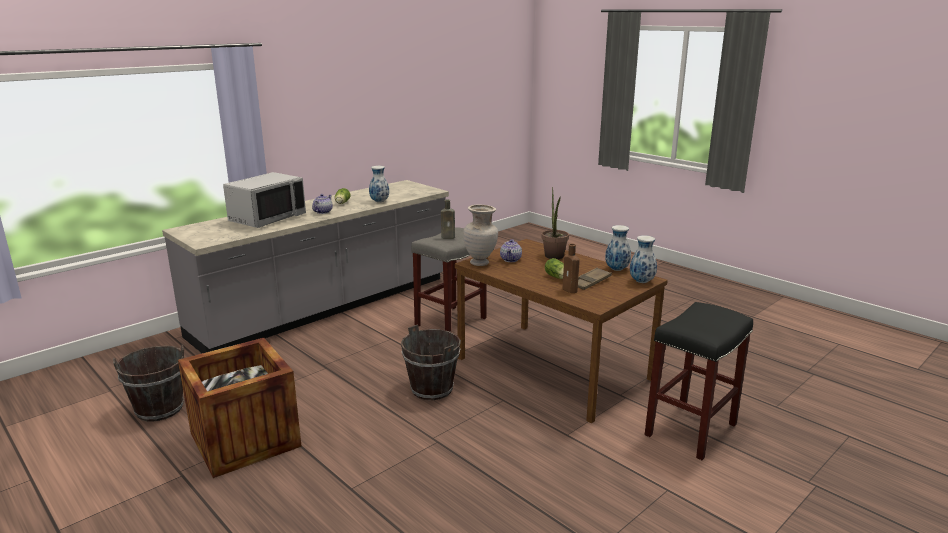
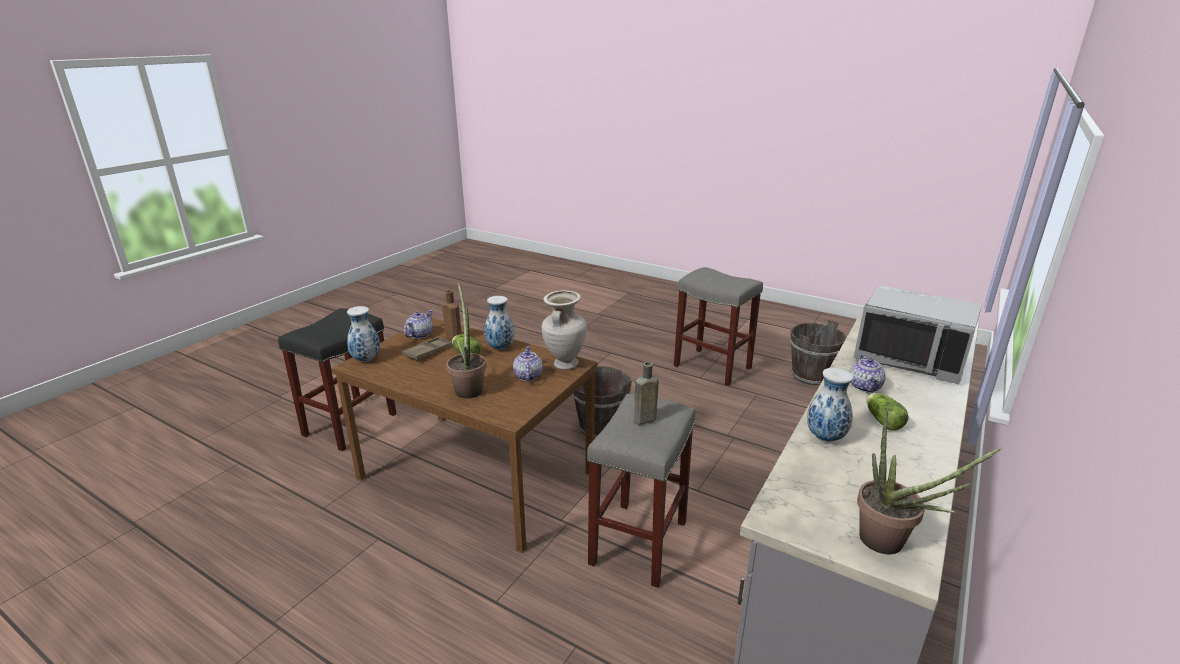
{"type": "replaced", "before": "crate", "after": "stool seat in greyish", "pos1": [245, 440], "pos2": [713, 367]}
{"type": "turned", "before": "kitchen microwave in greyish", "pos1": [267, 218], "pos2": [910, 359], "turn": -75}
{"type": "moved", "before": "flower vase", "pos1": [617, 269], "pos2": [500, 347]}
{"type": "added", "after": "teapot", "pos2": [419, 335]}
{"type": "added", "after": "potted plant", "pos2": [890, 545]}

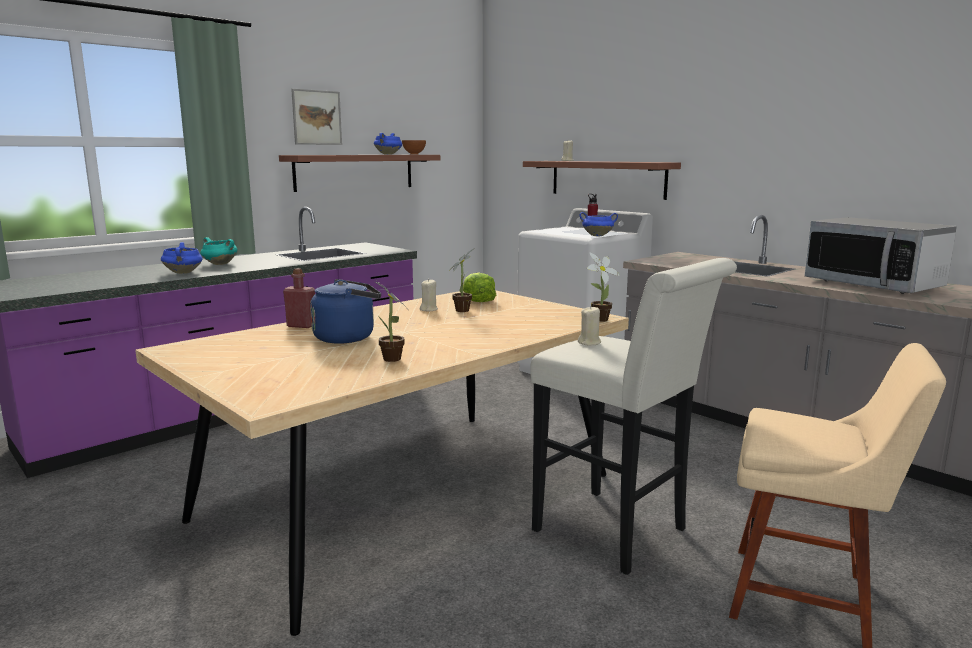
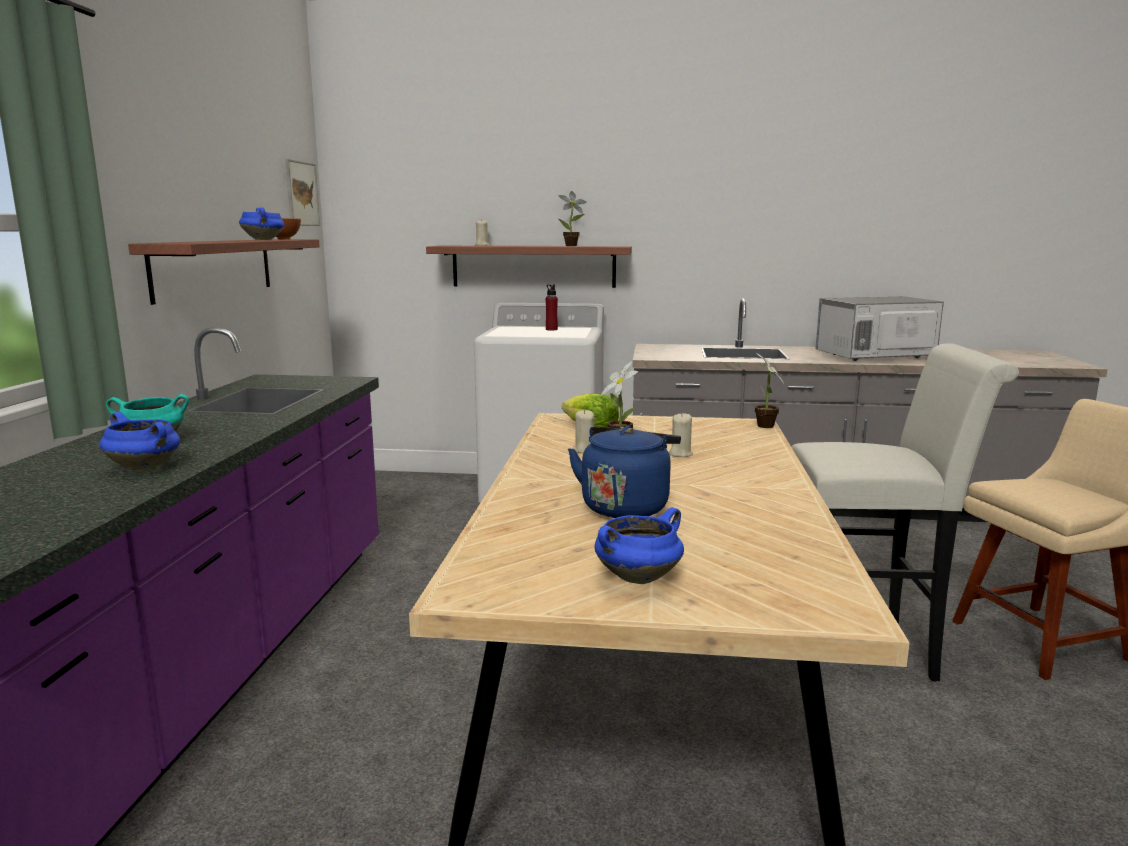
{"type": "removed", "before": "drink bottle in red", "pos1": [301, 325]}
{"type": "moved", "before": "wall art", "pos1": [317, 117], "pos2": [302, 194]}
{"type": "moved", "before": "potted plant", "pos1": [392, 360], "pos2": [572, 246]}
{"type": "moved", "before": "wax light in sand-coloured", "pos1": [589, 343], "pos2": [680, 454]}
{"type": "moved", "before": "stockpot in blue-coloured", "pos1": [598, 236], "pos2": [638, 577]}
{"type": "turned", "before": "kitchen microwave", "pos1": [873, 285], "pos2": [874, 356], "turn": 150}

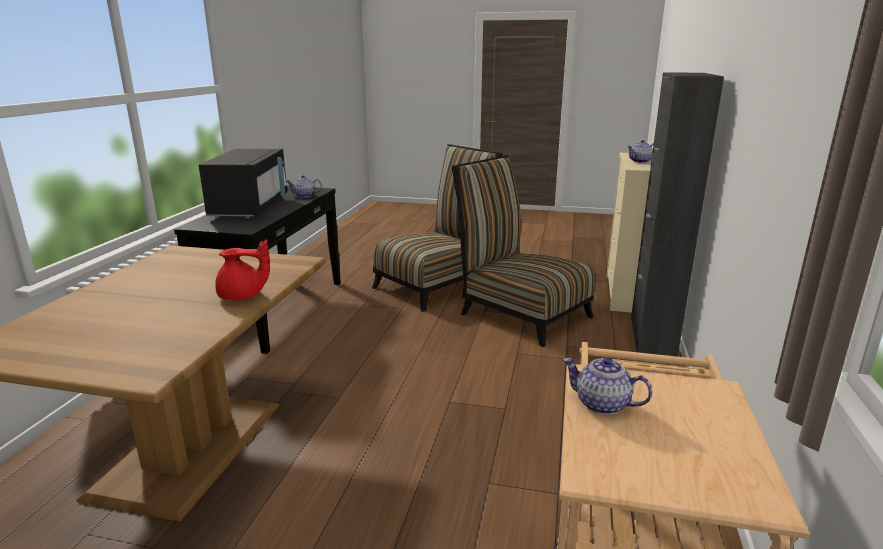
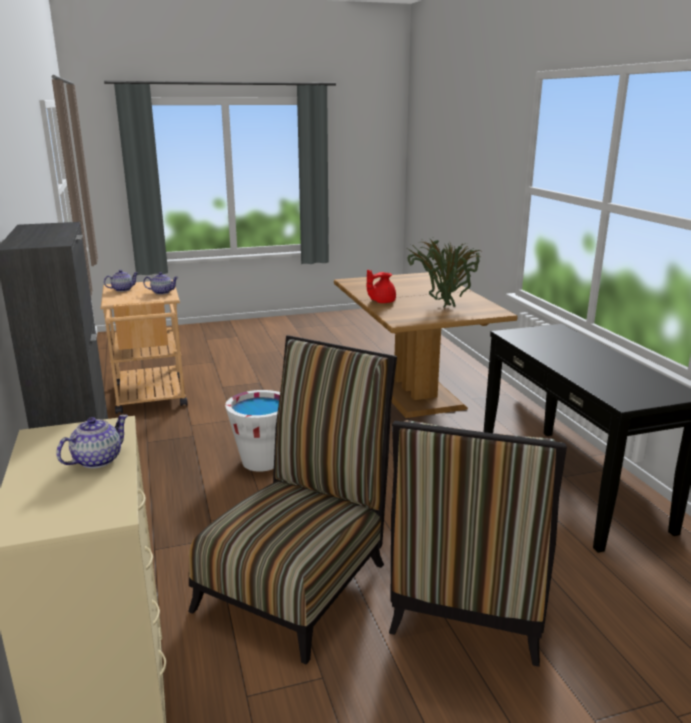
{"type": "removed", "before": "kitchen microwave in black", "pos1": [250, 208]}
{"type": "moved", "before": "teapot", "pos1": [304, 195], "pos2": [122, 289]}
{"type": "turned", "before": "chair", "pos1": [519, 313], "pos2": [298, 578], "turn": -75}
{"type": "added", "after": "bucket in whitish", "pos2": [261, 461]}
{"type": "added", "after": "potted plant", "pos2": [444, 306]}

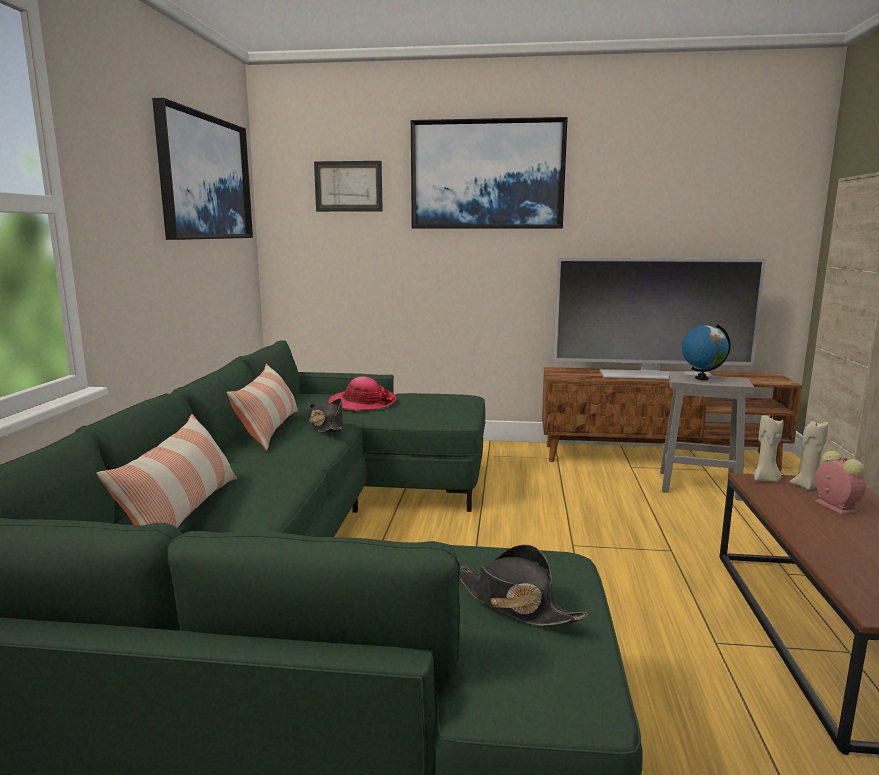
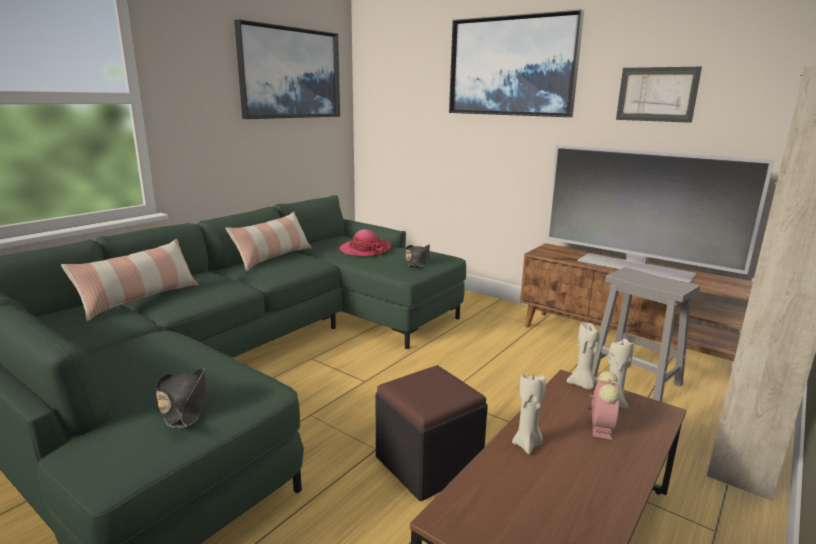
{"type": "moved", "before": "wearable hat in black", "pos1": [326, 426], "pos2": [417, 262]}
{"type": "moved", "before": "wall art", "pos1": [348, 186], "pos2": [657, 94]}
{"type": "removed", "before": "globe", "pos1": [701, 378]}
{"type": "added", "after": "ottoman in black", "pos2": [428, 463]}
{"type": "added", "after": "wax light in sand-coloured", "pos2": [527, 444]}

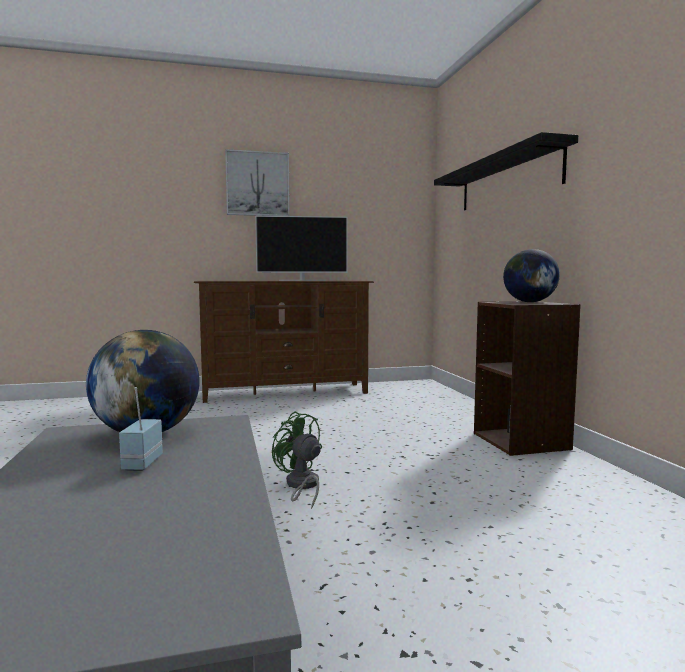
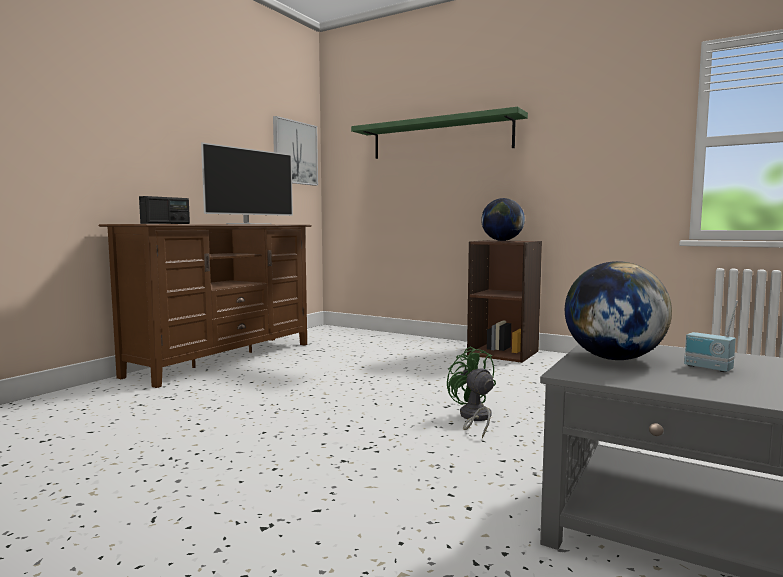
{"type": "moved", "before": "wall art", "pos1": [257, 184], "pos2": [295, 152]}
{"type": "turned", "before": "fan in greenish", "pos1": [301, 486], "pos2": [474, 418], "turn": 60}
{"type": "recoloured", "before": "bracket shelf in black", "after": "bracket shelf in greenish", "pos1": [507, 181], "pos2": [440, 138]}
{"type": "added", "after": "radio set", "pos2": [166, 223]}

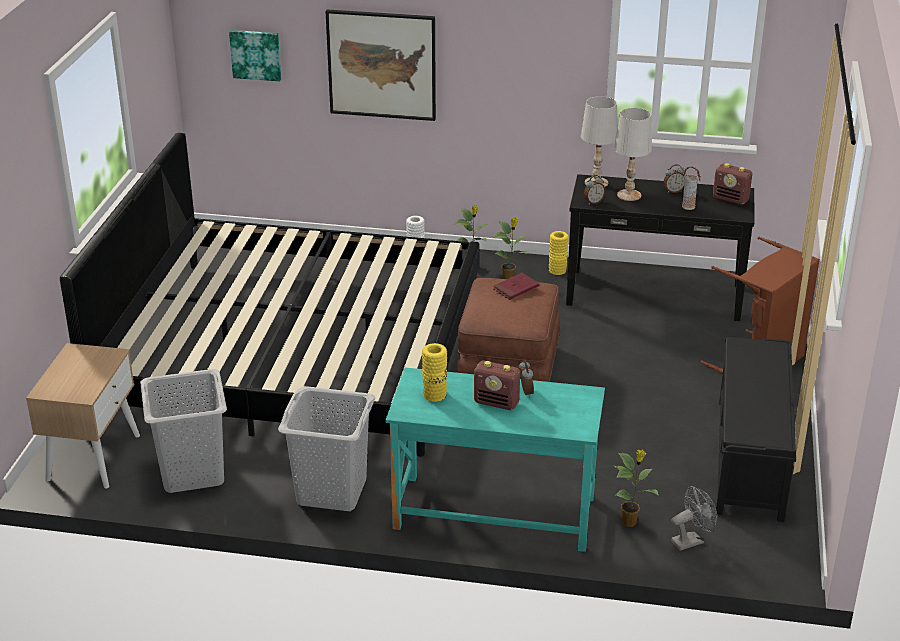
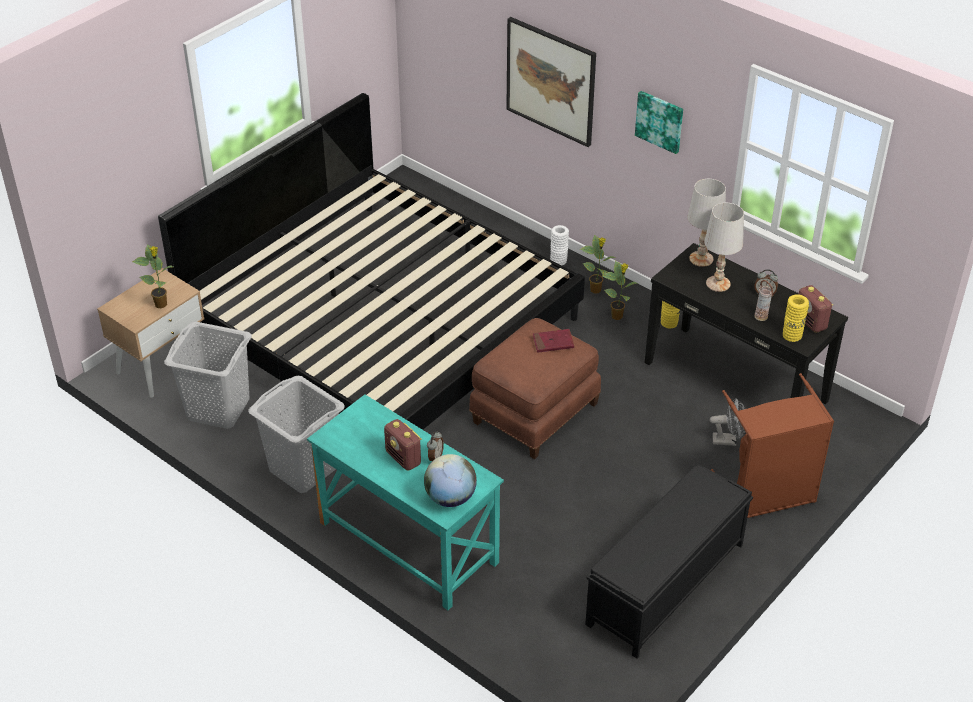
{"type": "moved", "before": "wall art", "pos1": [256, 54], "pos2": [660, 121]}
{"type": "moved", "before": "flower vase in yellow-coloured", "pos1": [434, 395], "pos2": [792, 335]}
{"type": "removed", "before": "bedside clock", "pos1": [593, 202]}
{"type": "moved", "before": "potted plant", "pos1": [630, 522], "pos2": [161, 304]}
{"type": "moved", "before": "fan in greyish", "pos1": [691, 540], "pos2": [728, 440]}
{"type": "added", "after": "globe", "pos2": [450, 498]}

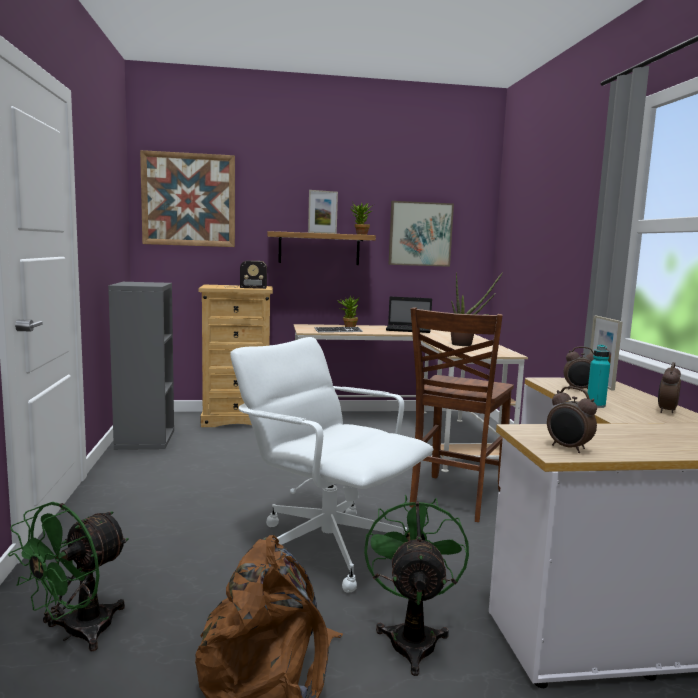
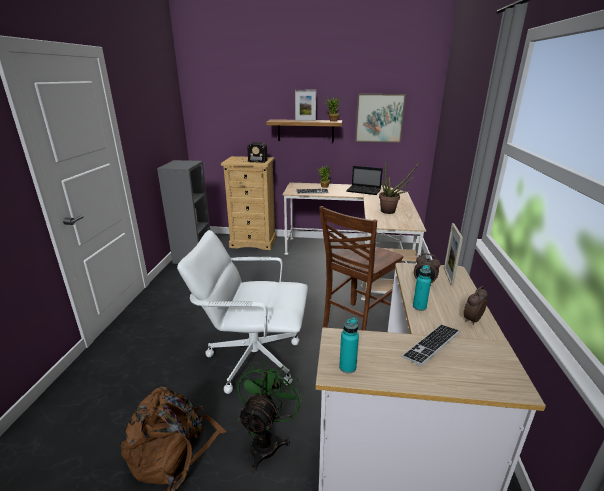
{"type": "removed", "before": "fan in greenish", "pos1": [76, 633]}
{"type": "removed", "before": "wall art", "pos1": [188, 200]}
{"type": "turned", "before": "office chair in whitish", "pos1": [326, 547], "pos2": [253, 358], "turn": -45}
{"type": "replaced", "before": "bedside clock", "after": "drink bottle in blue-green", "pos1": [568, 448], "pos2": [347, 367]}
{"type": "added", "after": "PC keyboard", "pos2": [431, 345]}

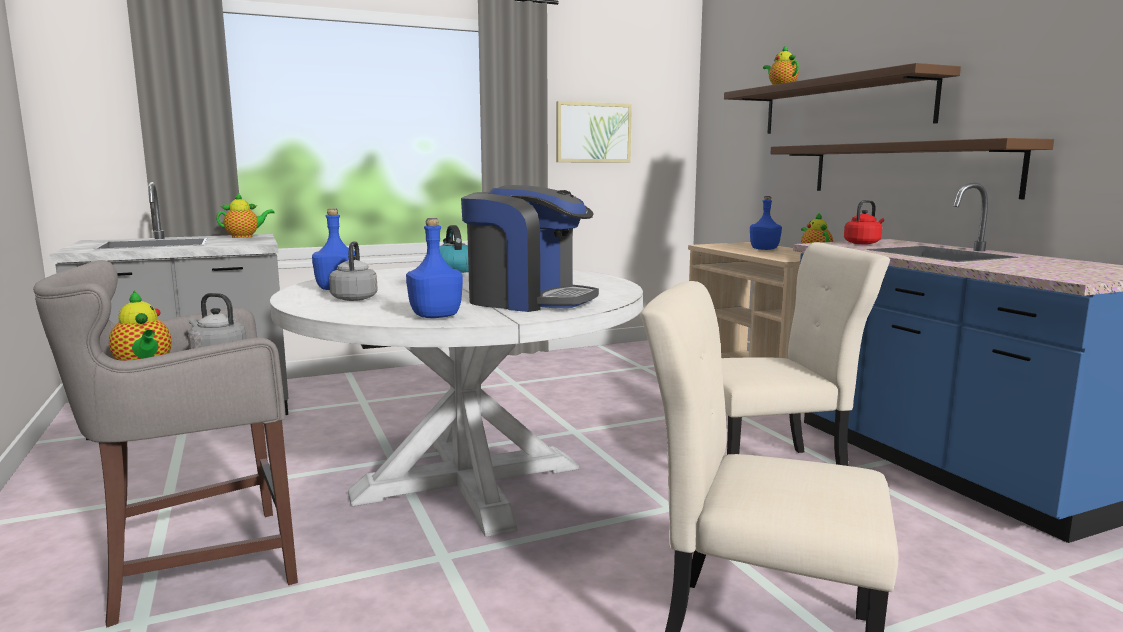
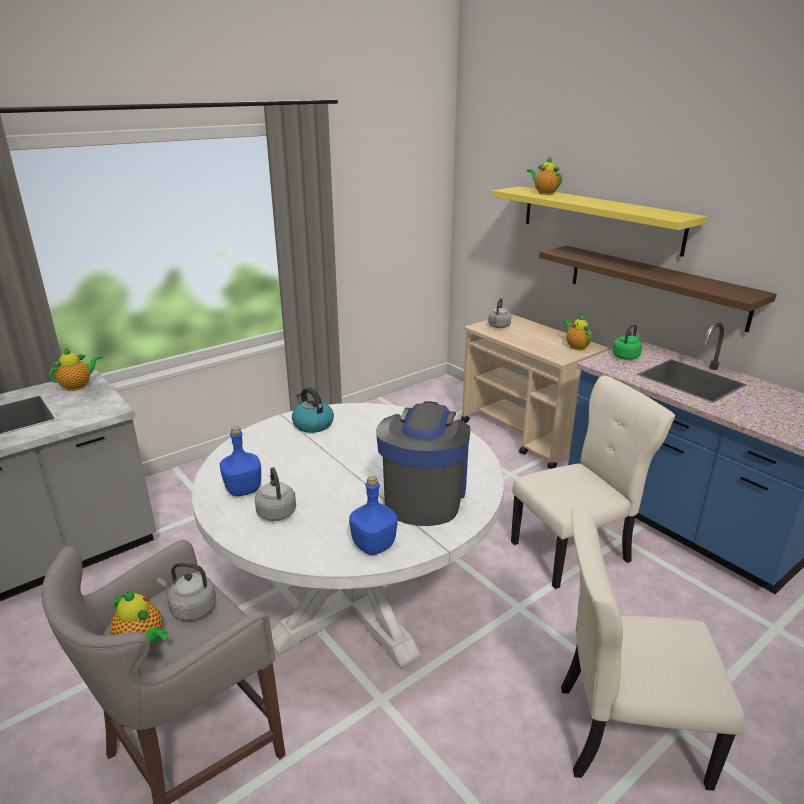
{"type": "turned", "before": "coffee maker", "pos1": [528, 301], "pos2": [423, 496], "turn": -90}
{"type": "removed", "before": "wall art", "pos1": [593, 132]}
{"type": "recoloured", "before": "bracket shelf in brown", "after": "bracket shelf in yellow-coloured", "pos1": [843, 105], "pos2": [599, 219]}
{"type": "removed", "before": "drink bottle in blue-coloured", "pos1": [765, 249]}
{"type": "recoloured", "before": "kettle in red", "after": "kettle in greenish", "pos1": [863, 243], "pos2": [626, 356]}
{"type": "added", "after": "kettle in greyish", "pos2": [498, 326]}

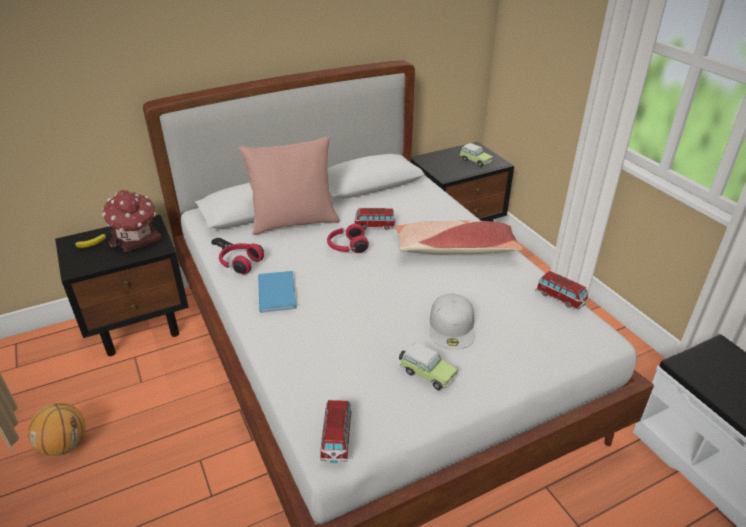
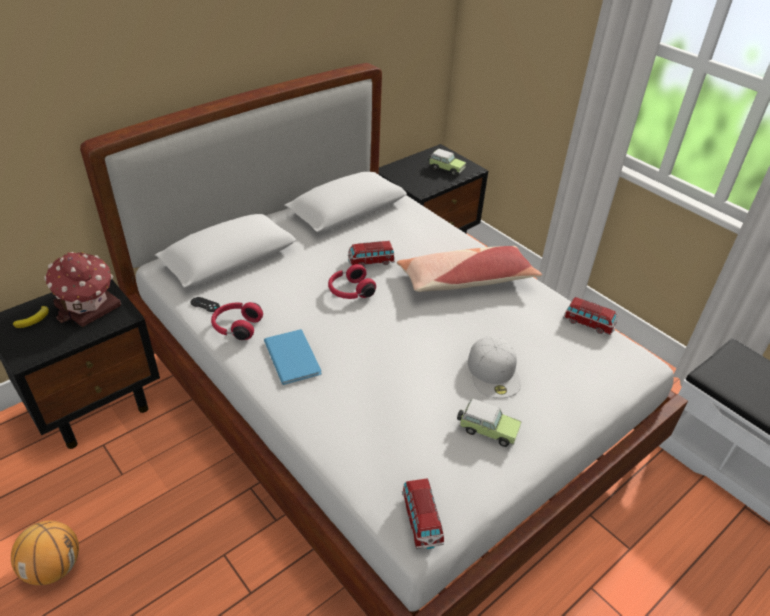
{"type": "removed", "before": "throw pillow in pinkish", "pos1": [294, 222]}

